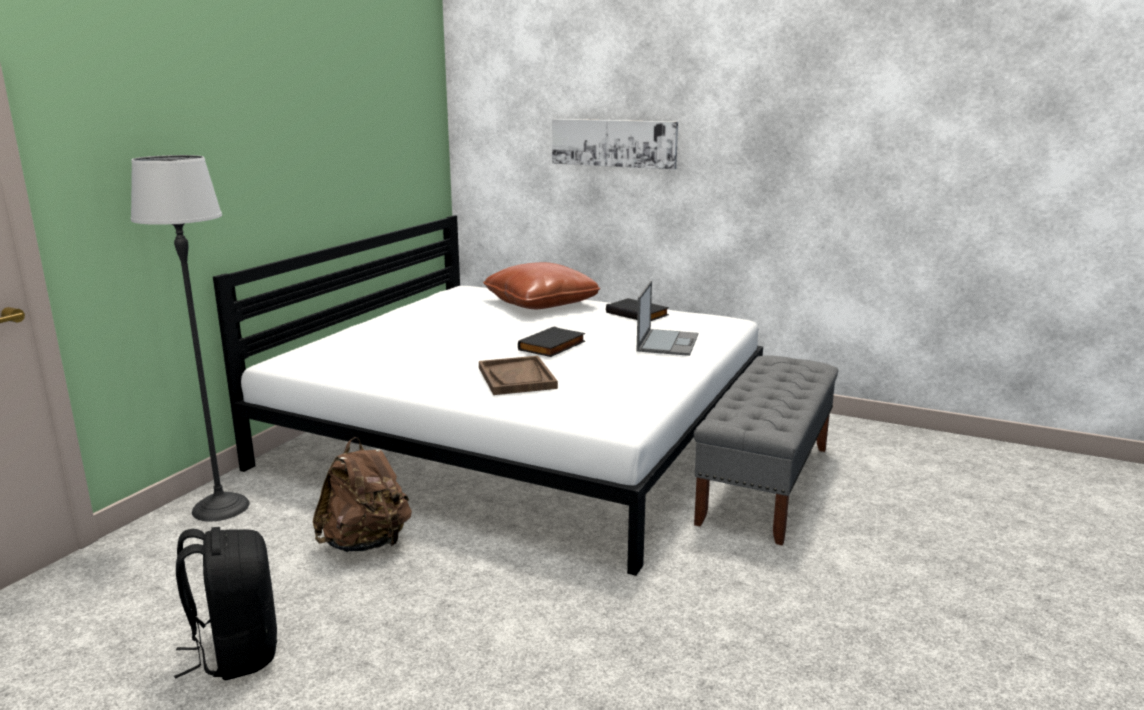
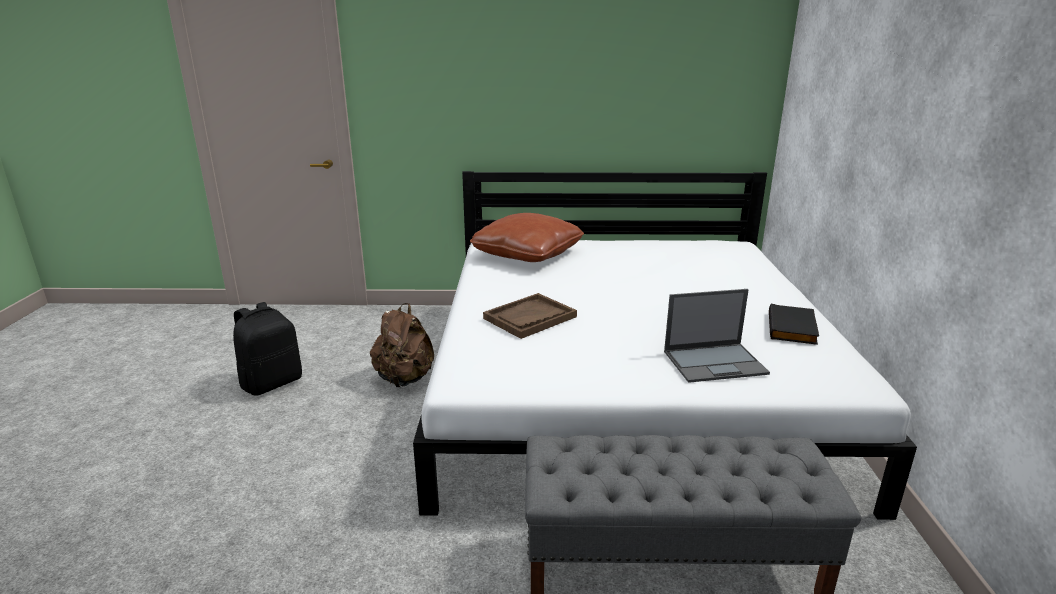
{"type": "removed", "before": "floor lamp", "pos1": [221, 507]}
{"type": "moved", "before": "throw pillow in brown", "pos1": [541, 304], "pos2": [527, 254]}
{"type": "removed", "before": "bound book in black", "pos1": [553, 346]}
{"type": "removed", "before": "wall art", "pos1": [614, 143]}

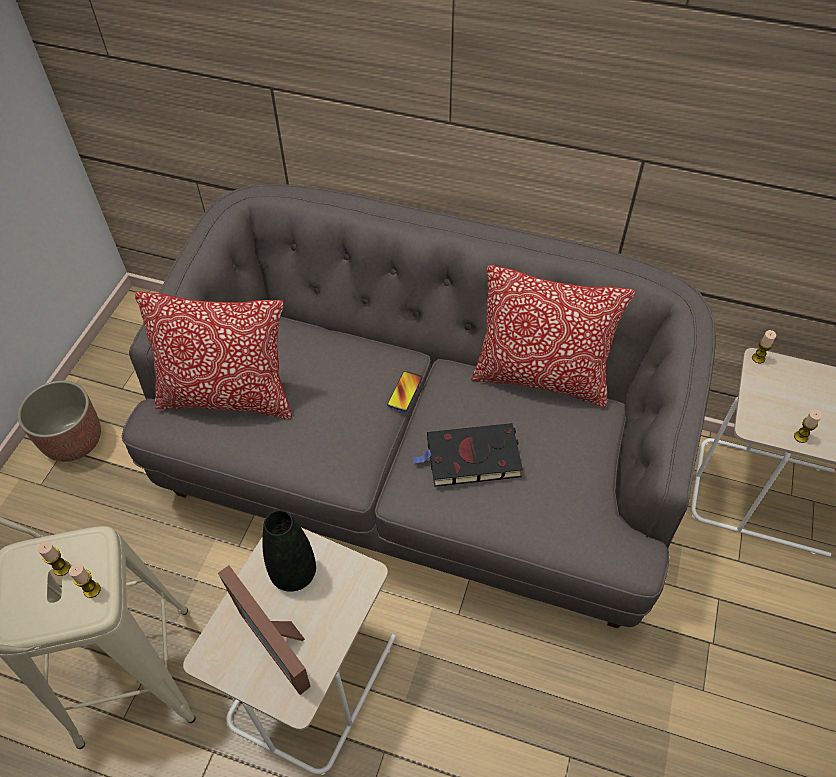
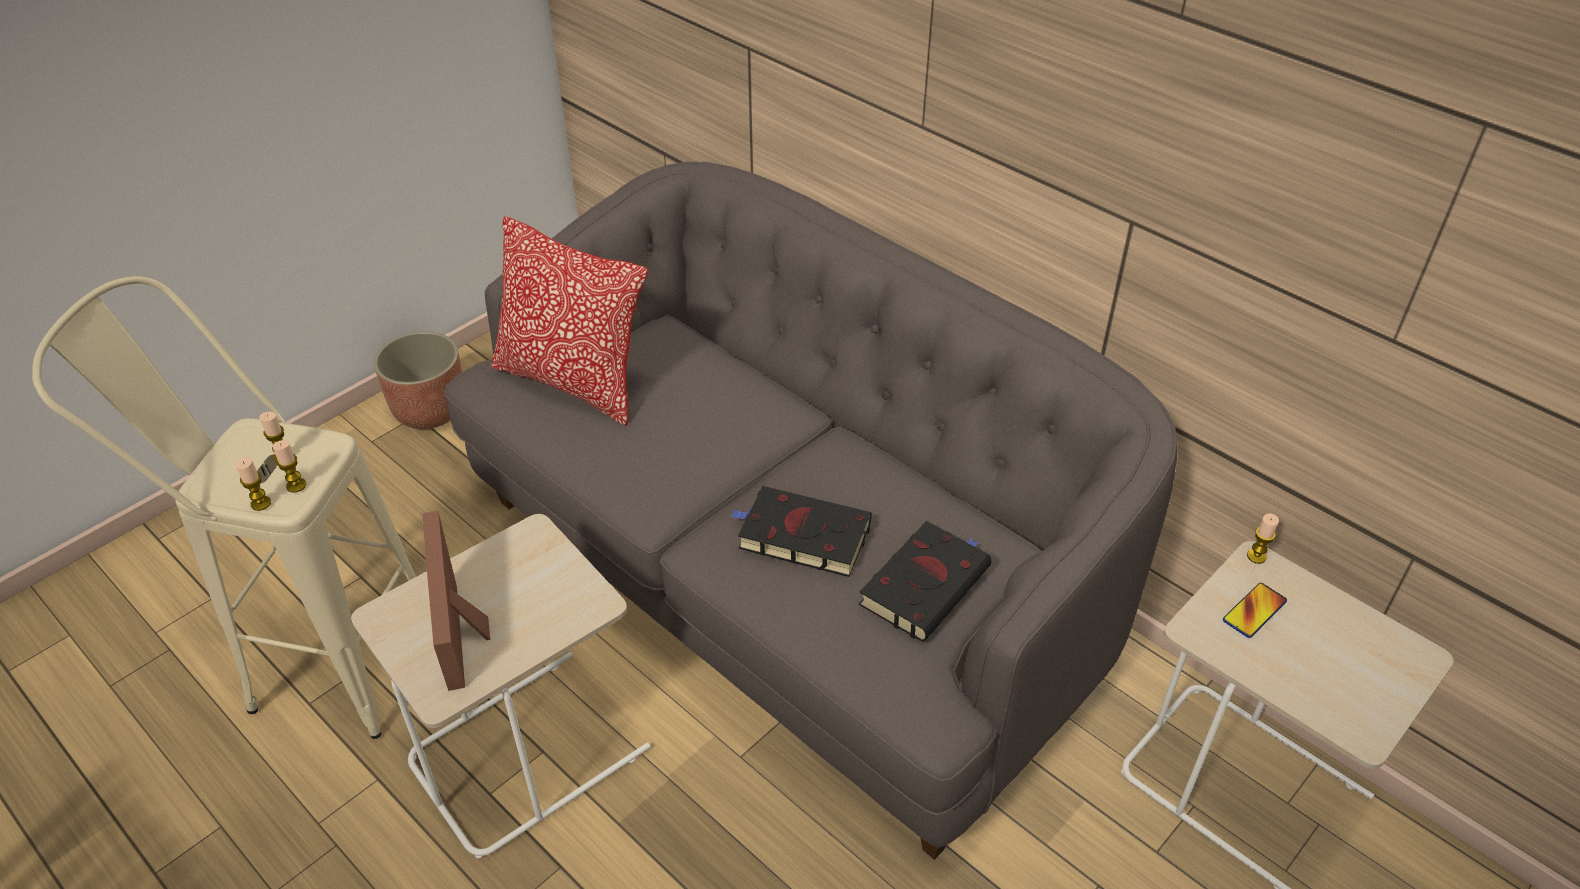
{"type": "removed", "before": "flower vase in black", "pos1": [293, 573]}
{"type": "moved", "before": "handset", "pos1": [405, 391], "pos2": [1254, 611]}
{"type": "removed", "before": "throw pillow", "pos1": [541, 378]}
{"type": "moved", "before": "wax light", "pos1": [800, 437], "pos2": [261, 503]}
{"type": "added", "after": "bound book in black", "pos2": [926, 584]}

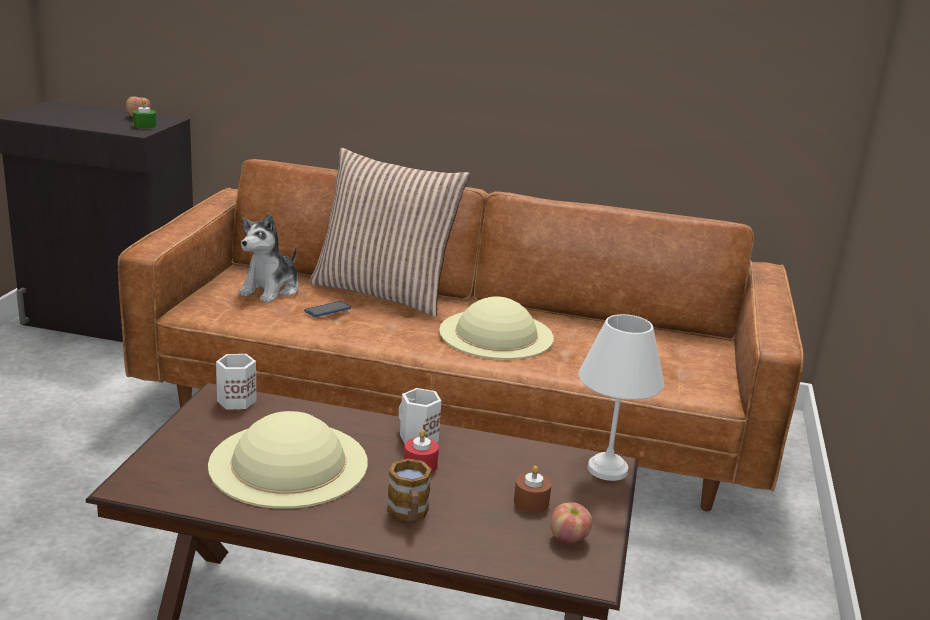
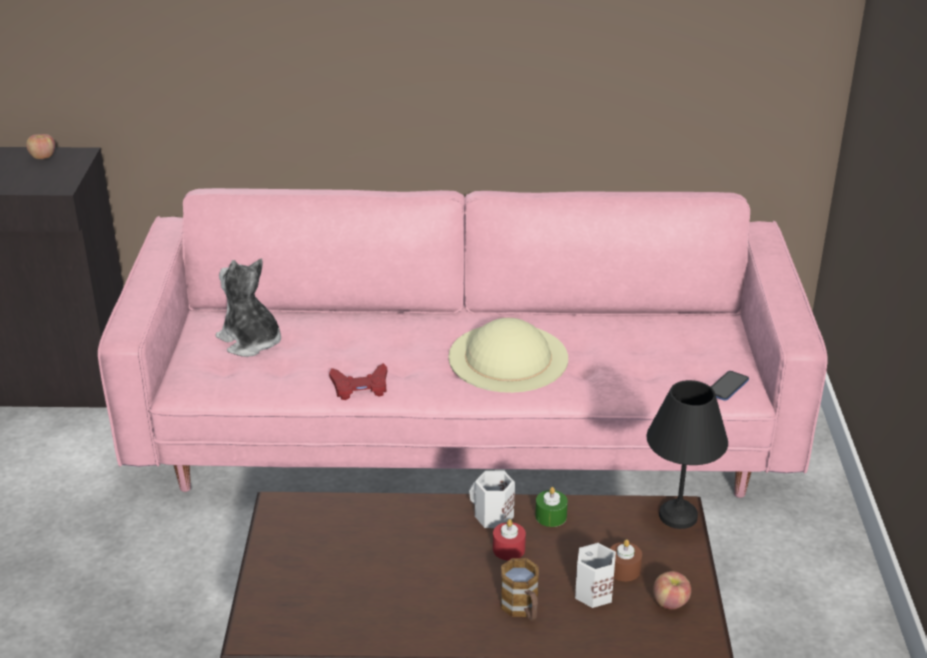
{"type": "recoloured", "before": "sofa in brown", "after": "sofa in pinkish", "pos1": [457, 412], "pos2": [463, 428]}
{"type": "moved", "before": "wax light in greenish", "pos1": [145, 126], "pos2": [551, 516]}
{"type": "removed", "before": "wearable hat in sand-coloured", "pos1": [288, 463]}
{"type": "moved", "before": "tea mug in whitish", "pos1": [235, 400], "pos2": [591, 592]}
{"type": "turned", "before": "soft toy", "pos1": [271, 290], "pos2": [251, 341], "turn": 120}
{"type": "moved", "before": "handset", "pos1": [327, 310], "pos2": [727, 387]}
{"type": "removed", "before": "throw pillow", "pos1": [384, 292]}
{"type": "recoloured", "before": "tabletop lamp in whitish", "after": "tabletop lamp in black", "pos1": [606, 470], "pos2": [677, 517]}
{"type": "added", "after": "joypad in red", "pos2": [360, 387]}

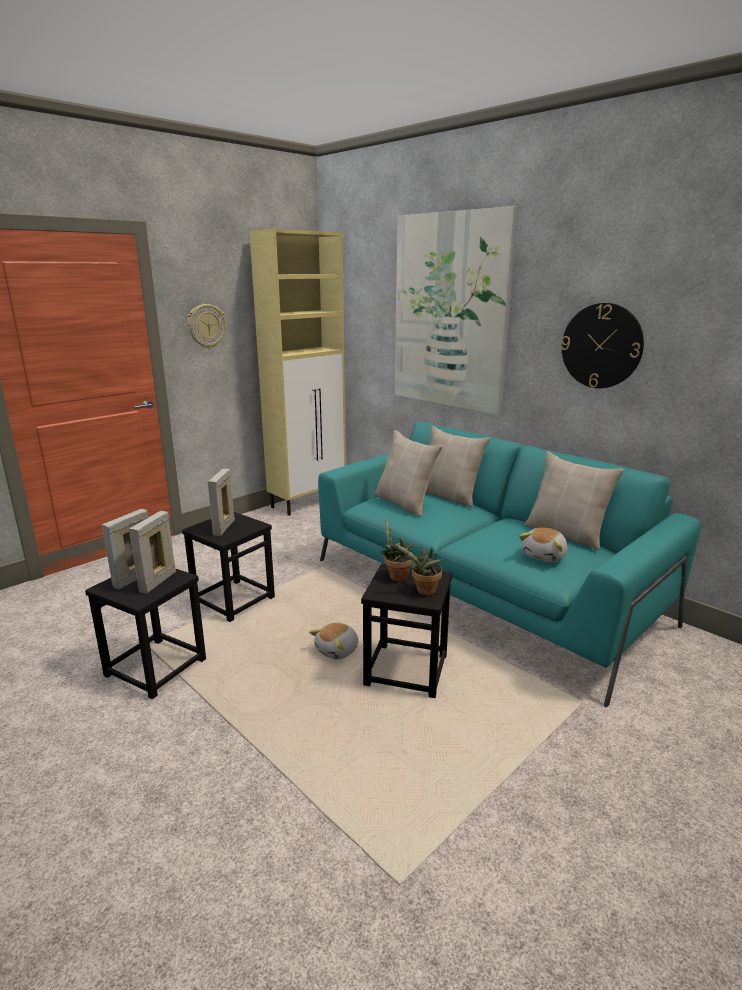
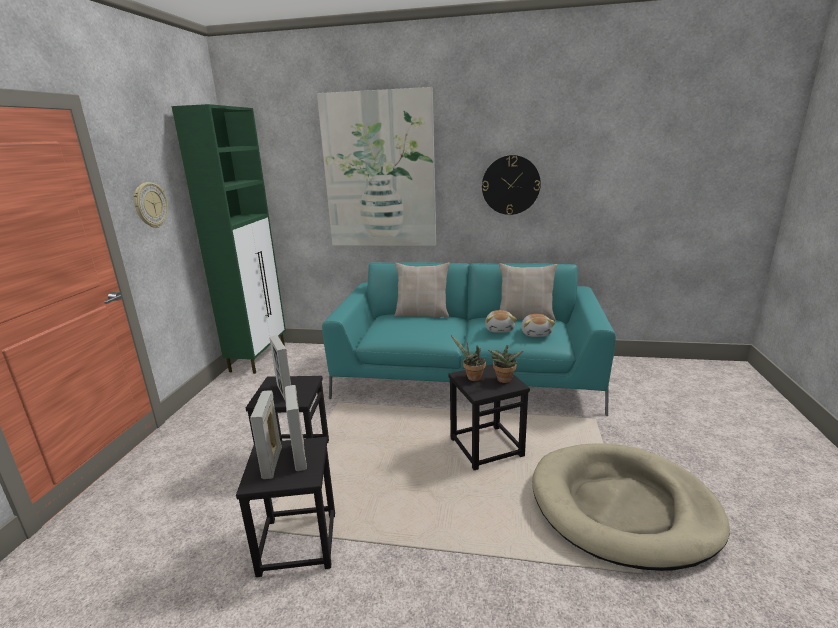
{"type": "recoloured", "before": "cabinet in sand-coloured", "after": "cabinet in greenish", "pos1": [308, 502], "pos2": [259, 357]}
{"type": "moved", "before": "soft toy", "pos1": [338, 650], "pos2": [500, 329]}
{"type": "removed", "before": "throw pillow in sand-coloured", "pos1": [405, 503]}
{"type": "added", "after": "dog bed in sand-coloured", "pos2": [622, 507]}

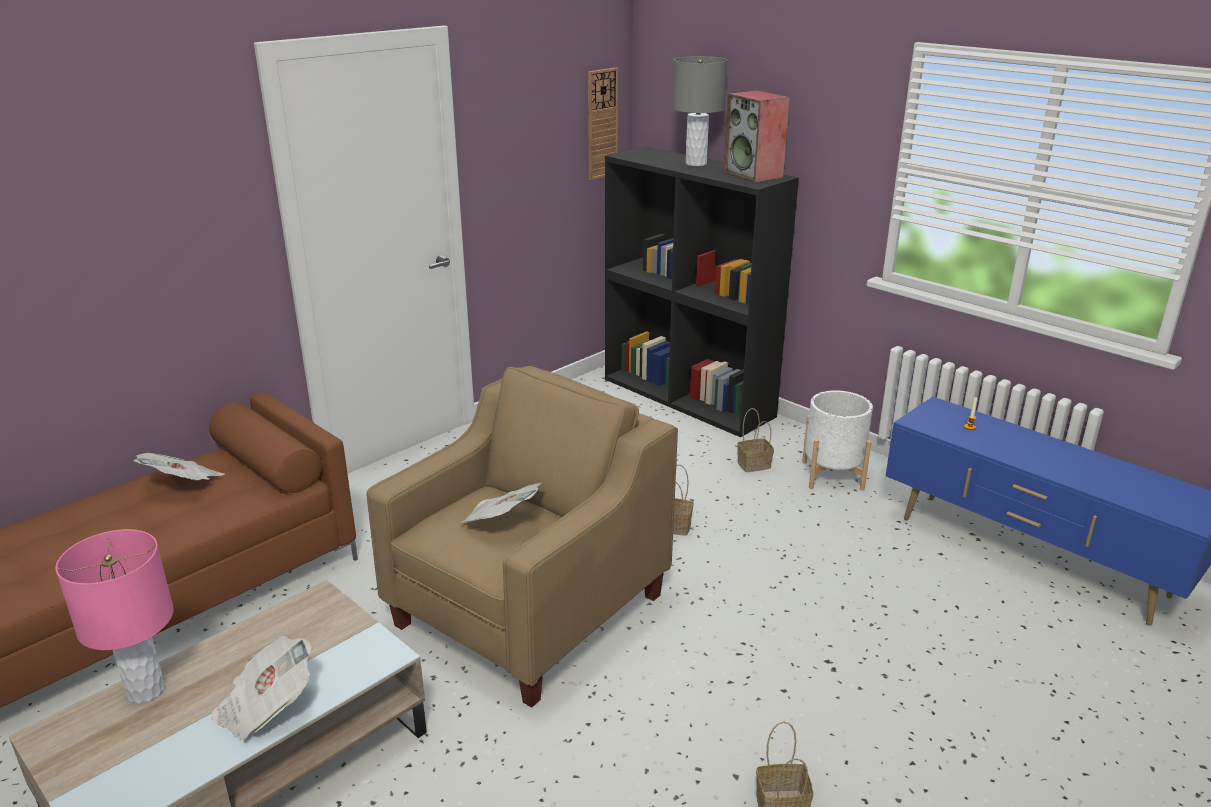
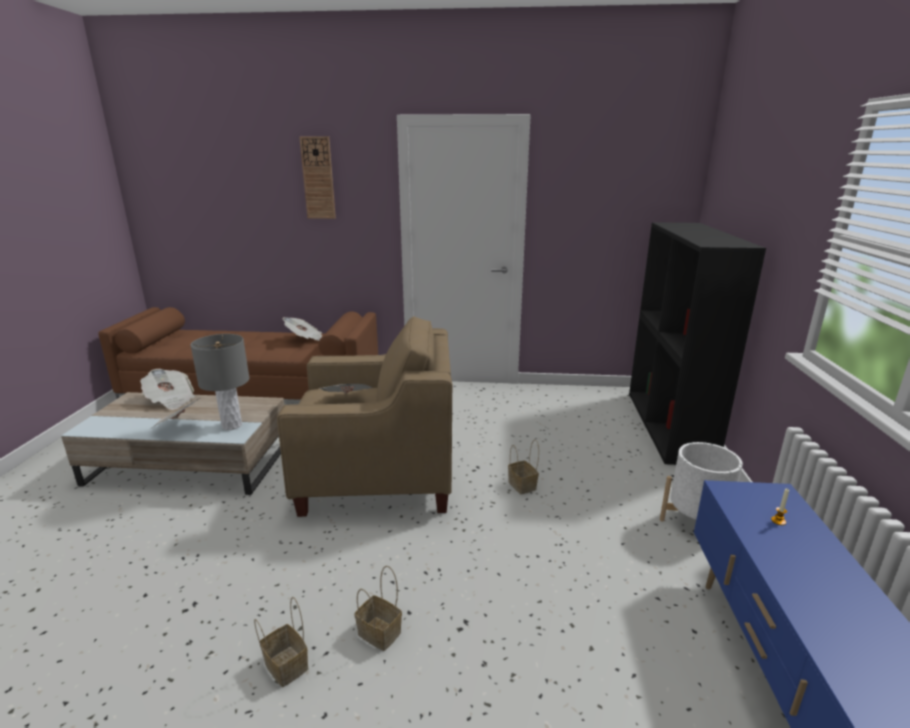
{"type": "replaced", "before": "tabletop lamp in pinkish", "after": "printed paper", "pos1": [146, 691], "pos2": [170, 400]}
{"type": "moved", "before": "clock on the wall", "pos1": [602, 124], "pos2": [318, 178]}
{"type": "moved", "before": "tabletop lamp in greyish", "pos1": [696, 163], "pos2": [232, 425]}
{"type": "removed", "before": "speaker", "pos1": [754, 175]}
{"type": "moved", "before": "household basket", "pos1": [754, 464], "pos2": [381, 633]}

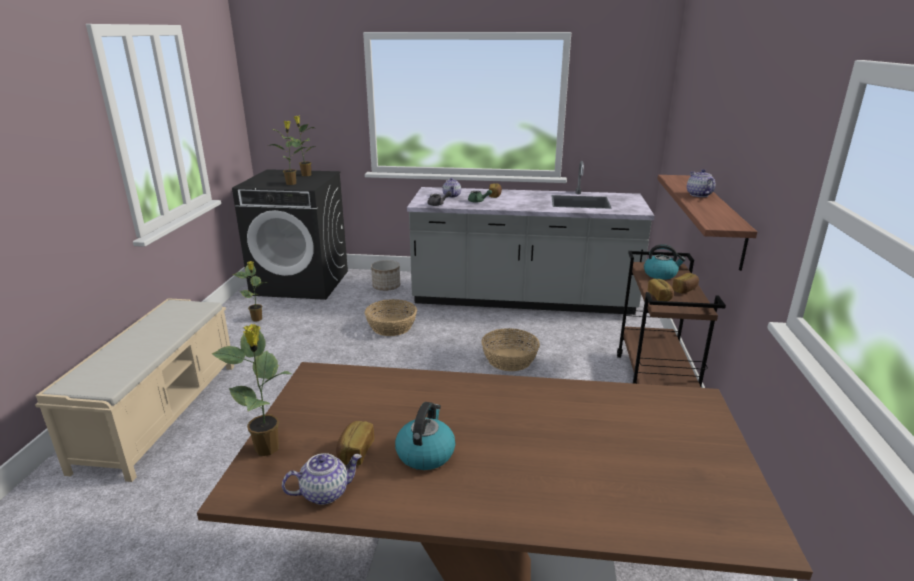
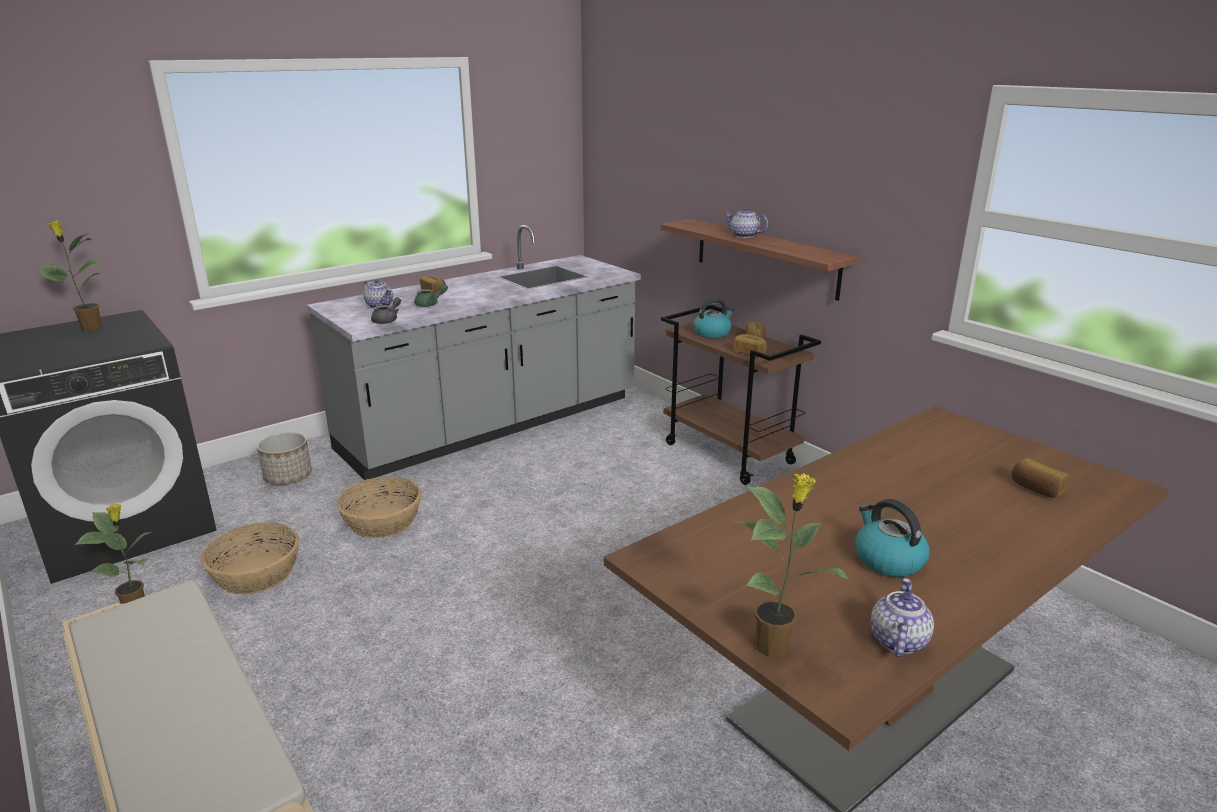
{"type": "removed", "before": "potted plant", "pos1": [291, 183]}
{"type": "moved", "before": "bakery bread", "pos1": [355, 452], "pos2": [1035, 489]}
{"type": "moved", "before": "household basket", "pos1": [509, 359], "pos2": [256, 573]}

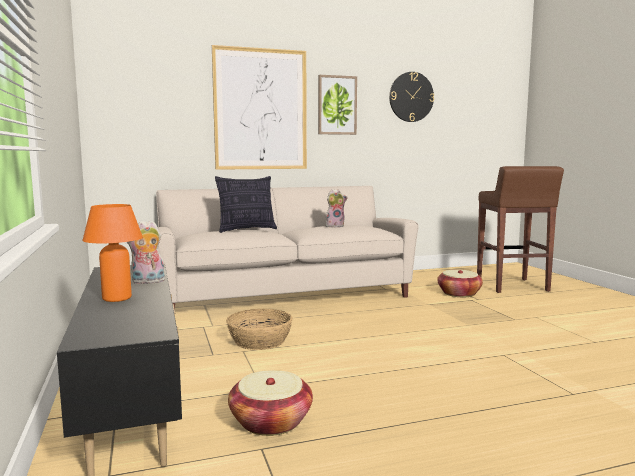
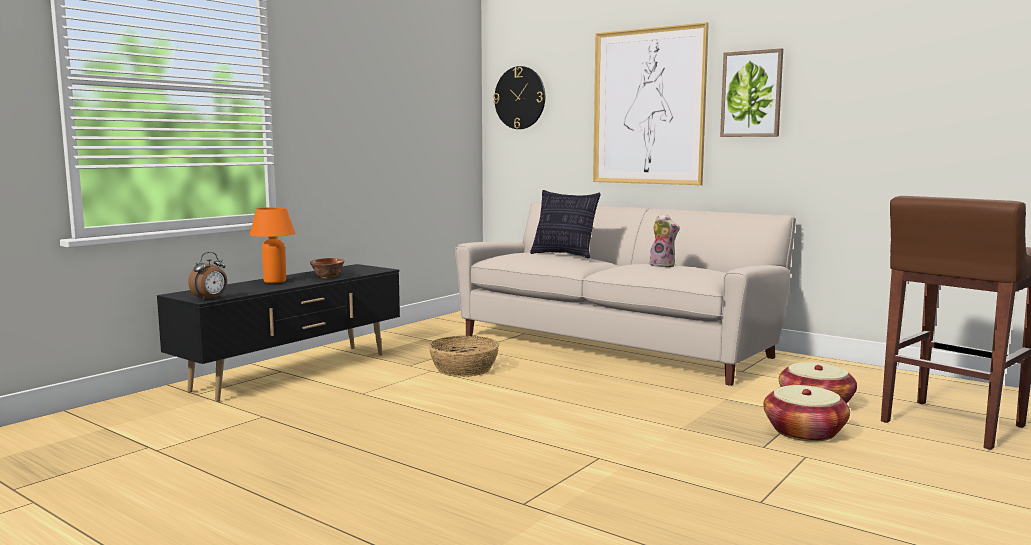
{"type": "replaced", "before": "soft toy", "after": "serving bowl", "pos1": [147, 282], "pos2": [328, 277]}
{"type": "moved", "before": "household basket", "pos1": [271, 421], "pos2": [804, 432]}
{"type": "moved", "before": "clock on the wall", "pos1": [411, 97], "pos2": [520, 98]}
{"type": "added", "after": "bedside clock", "pos2": [210, 299]}

